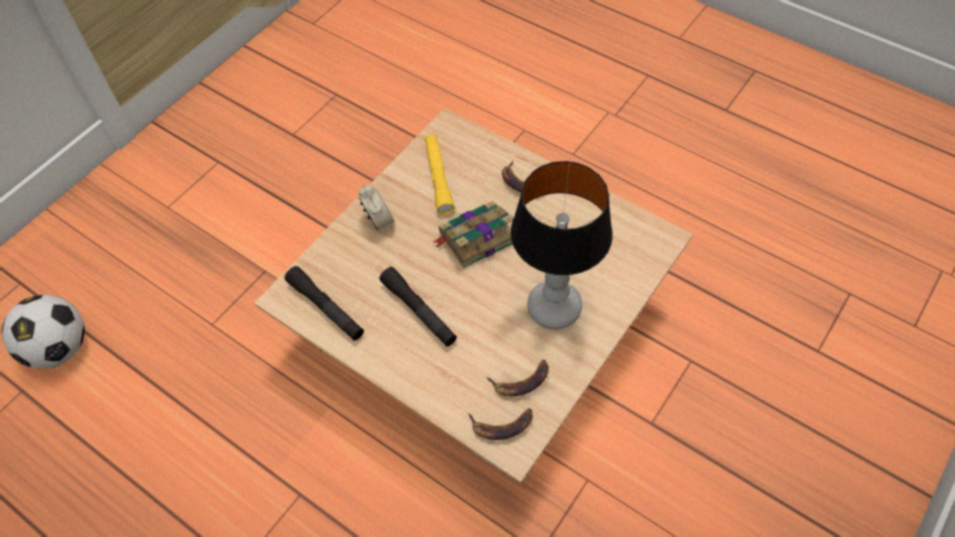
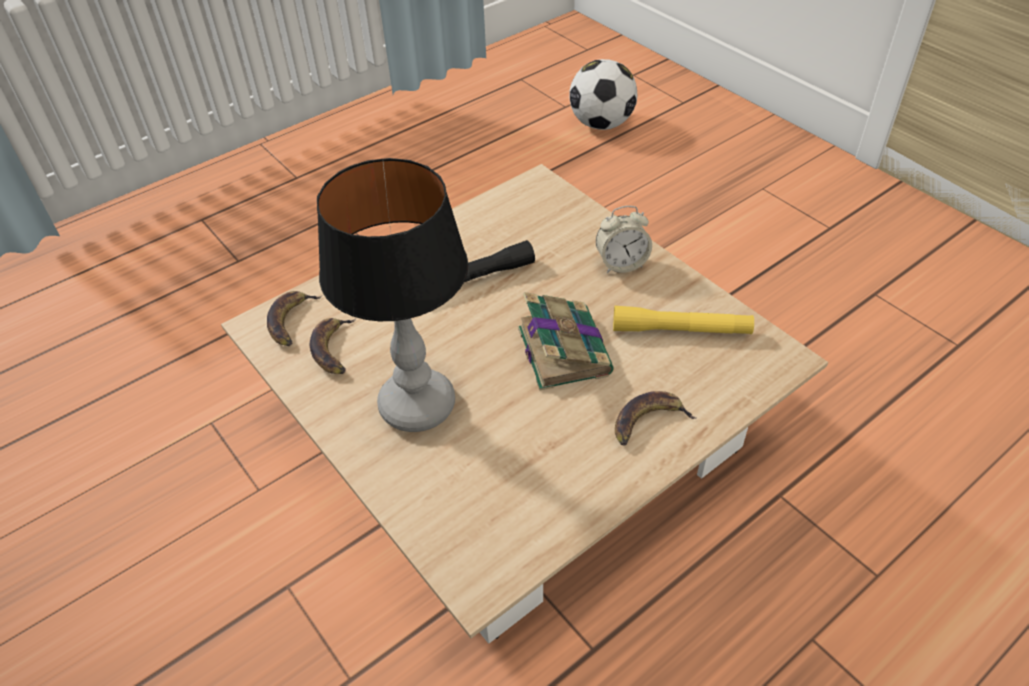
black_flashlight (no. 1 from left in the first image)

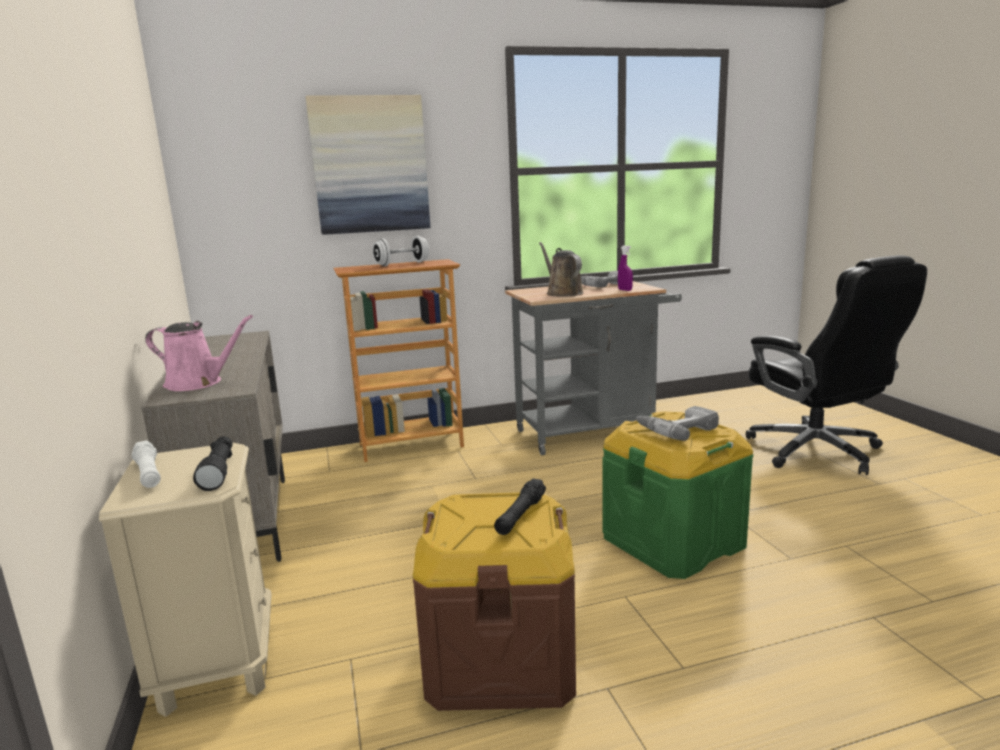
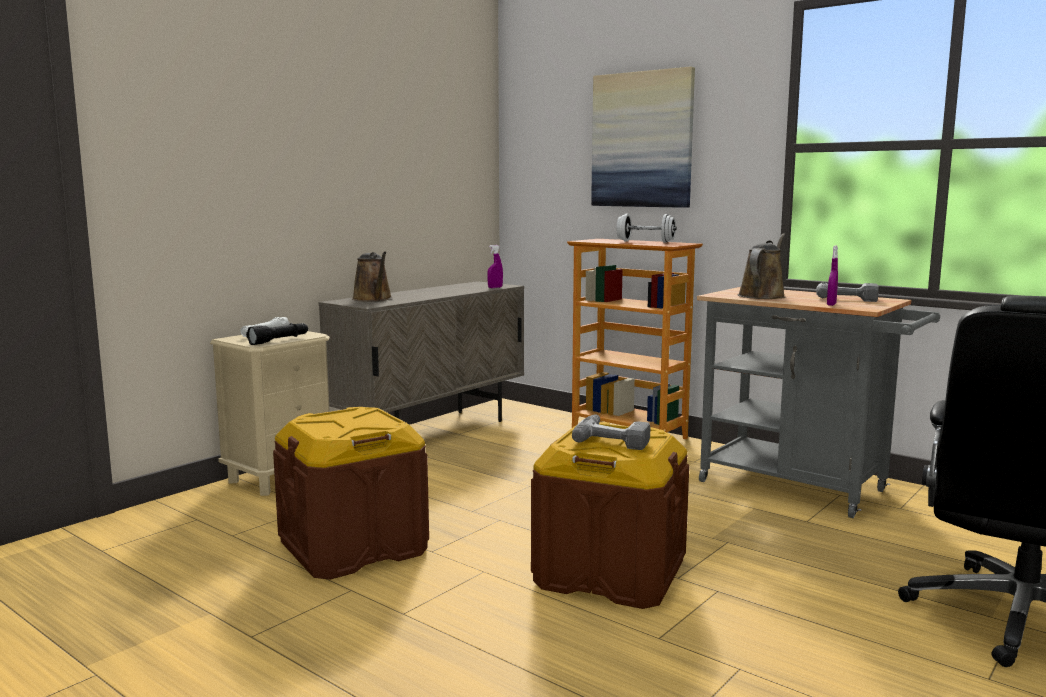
black_flashlight (no. 2 from left in the first image)
purple_spray_bottle (no. 1 from left)
brown_watering_can (no. 1 from left)
brown_storage_box (no. 2 from left)

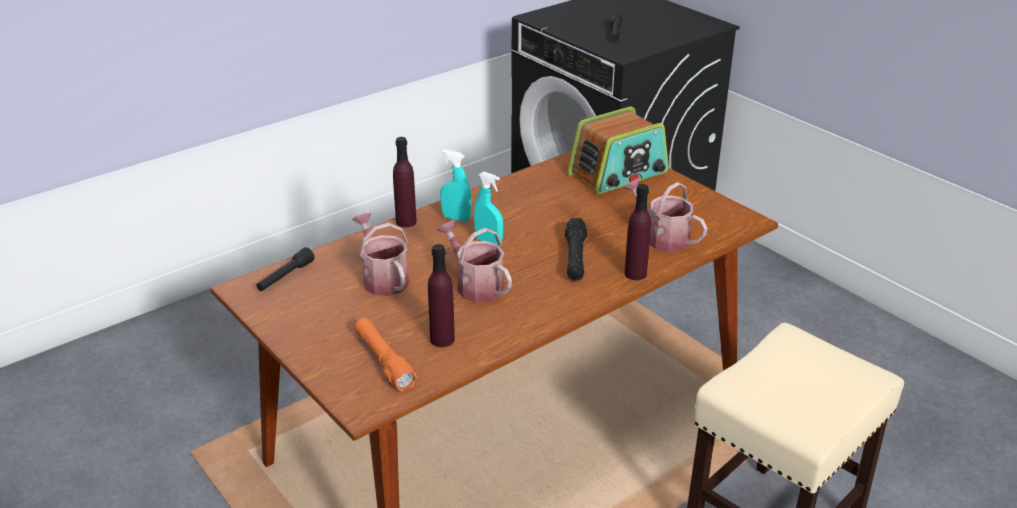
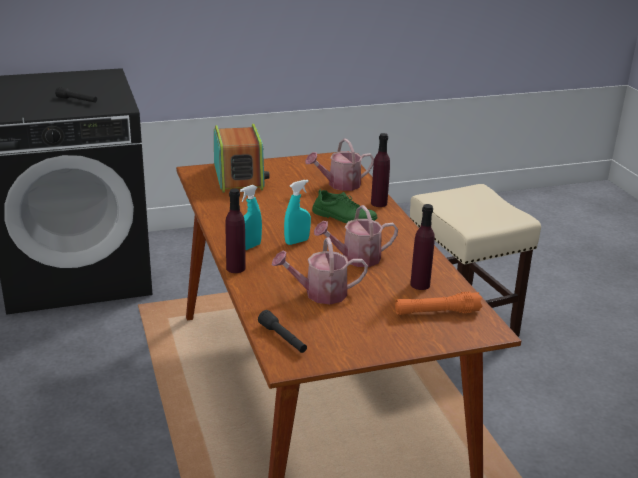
green_shoe

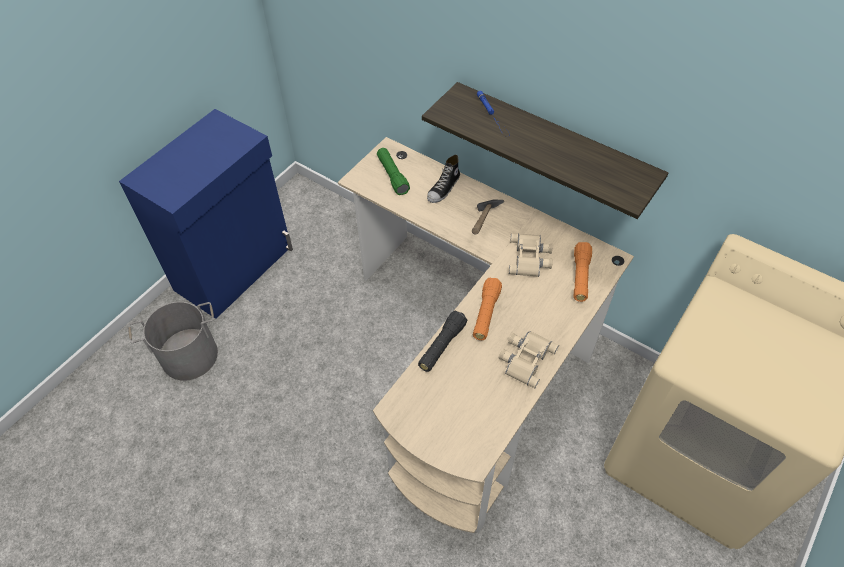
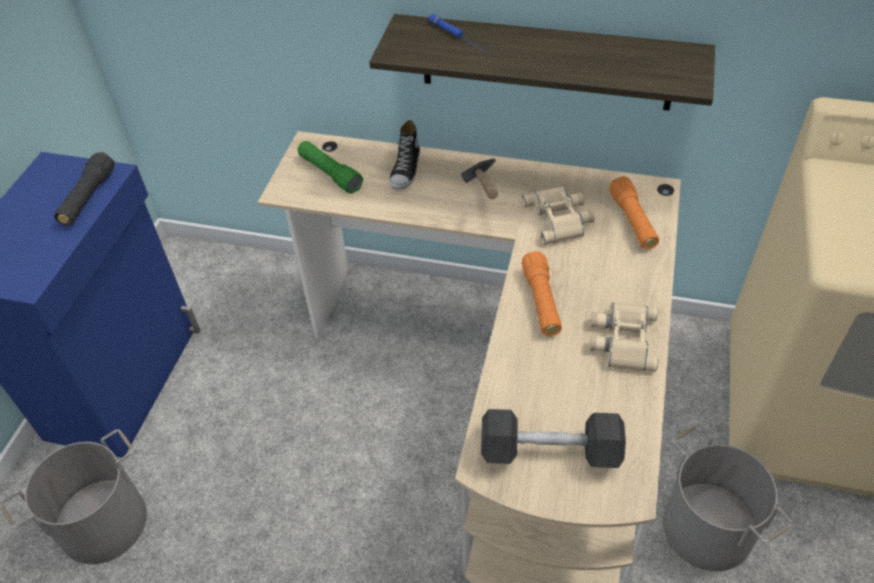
black_dumbbell
grey_bucket (no. 2 from left)
black_flashlight

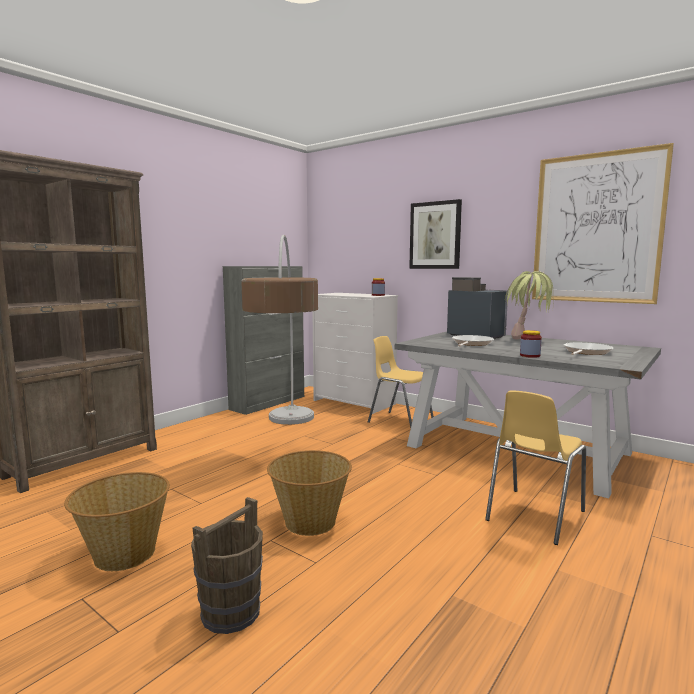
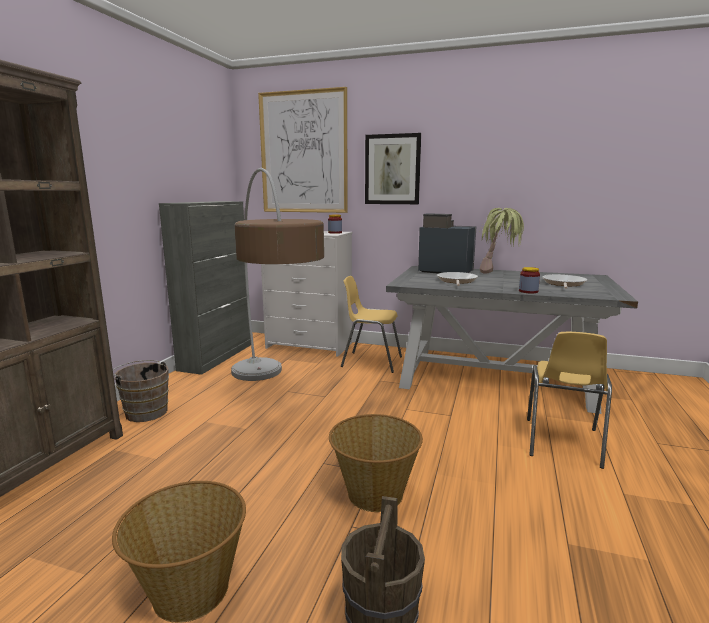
brown_bucket (no. 1 from left)
picture (no. 1 from left)

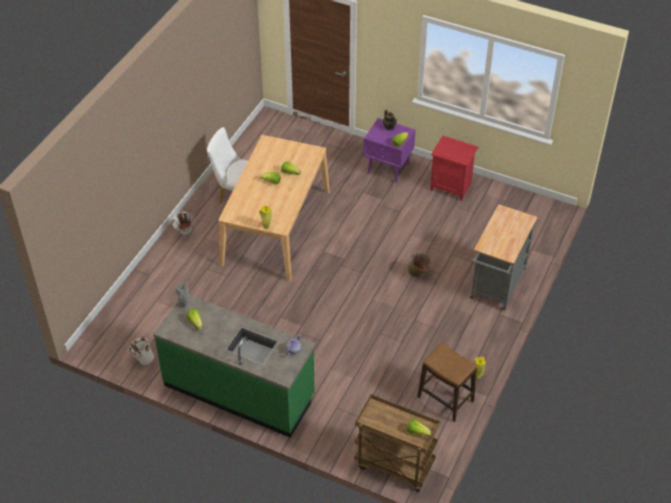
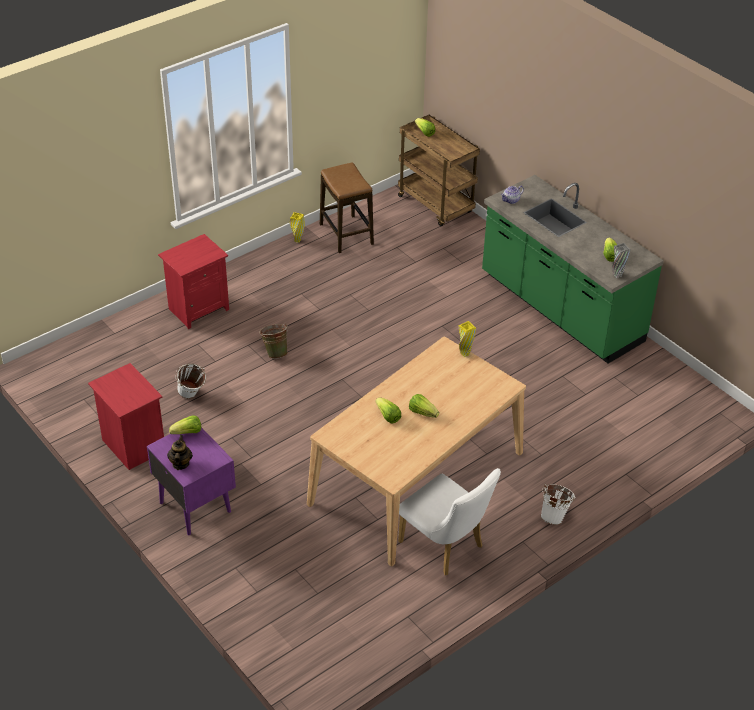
white_bucket (no. 1 from left)
red_nightstand (no. 2 from left)

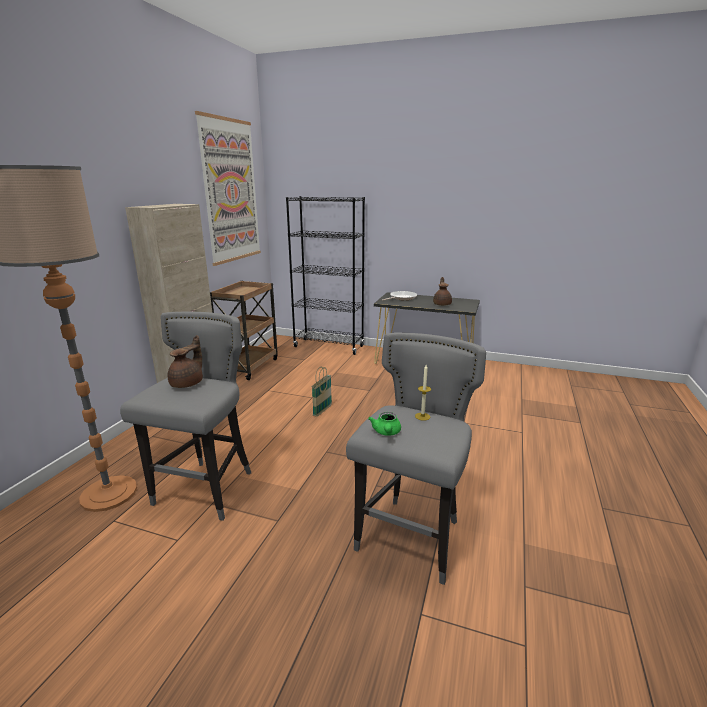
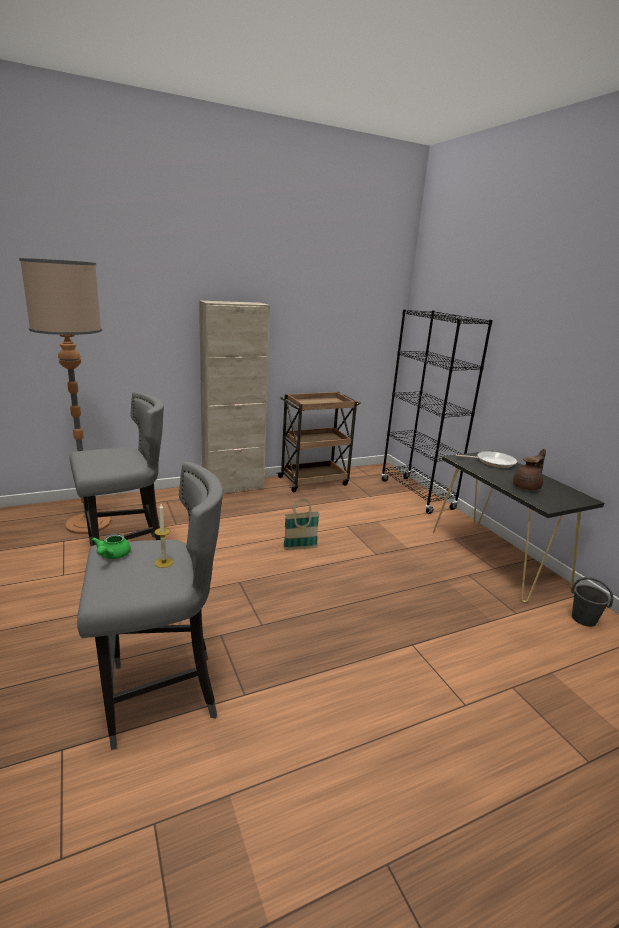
brown_teapot (no. 1 from left in the first image)
picture
grey_bucket
green_teapot

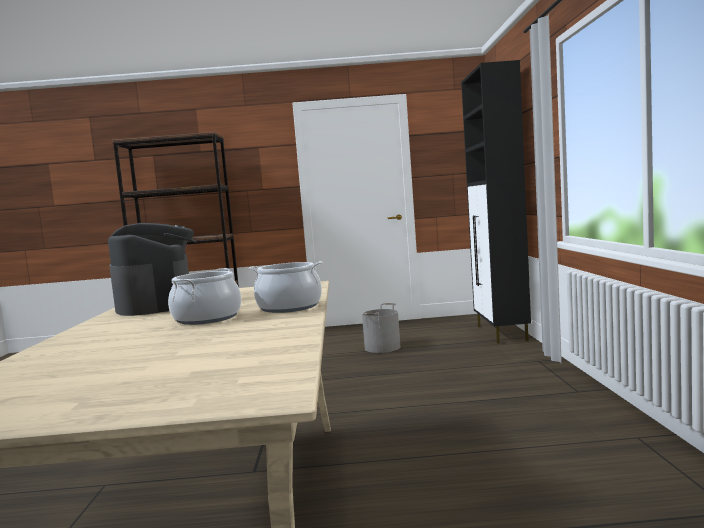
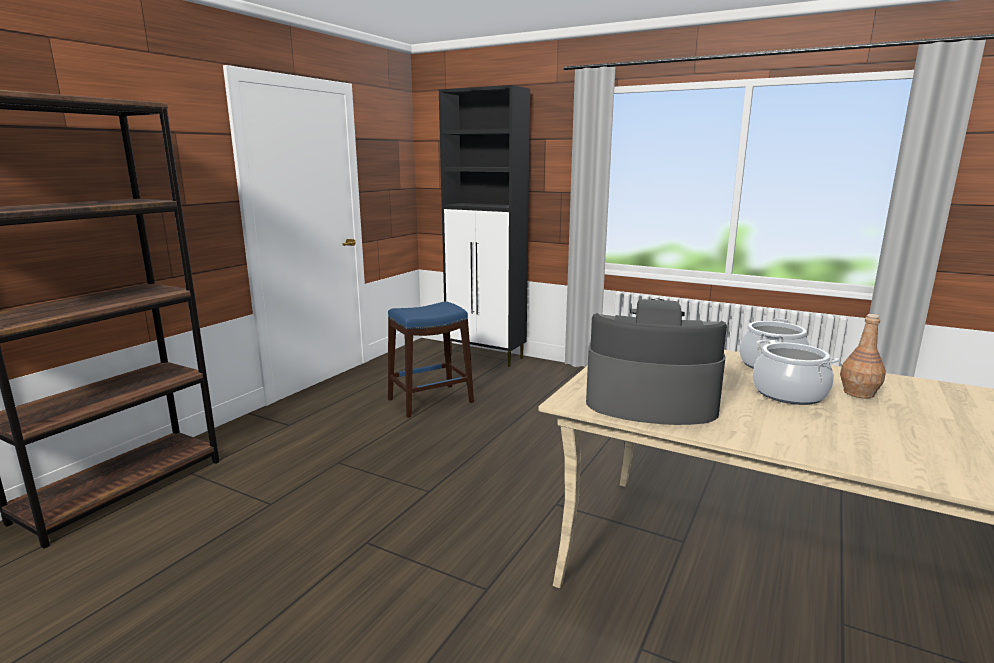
brown_bottle
blue_stool

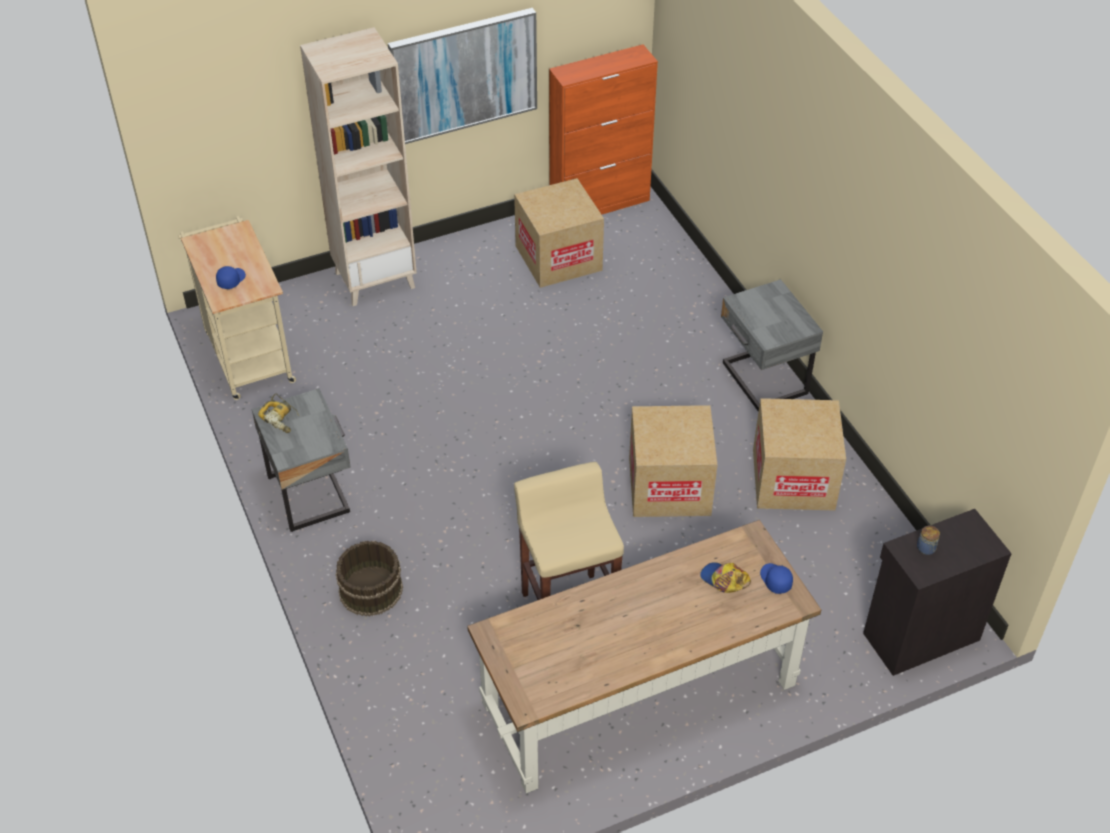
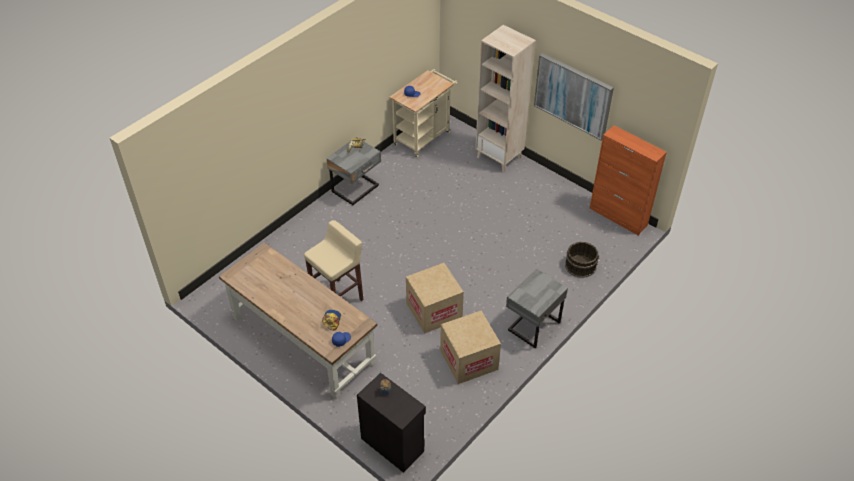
cardboard_box (no. 1 from left in the first image)
brown_bucket

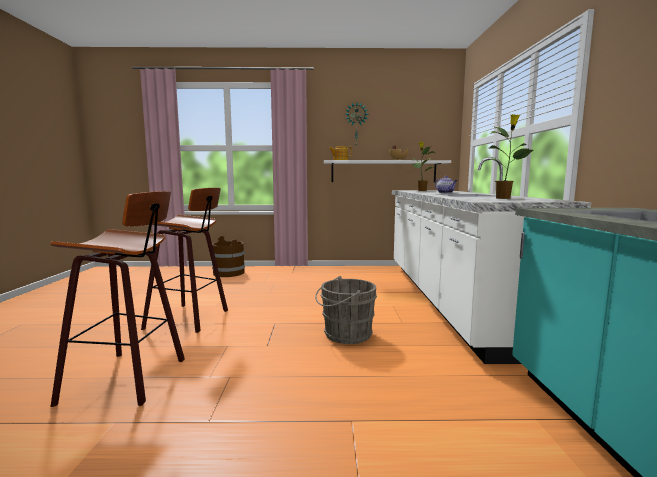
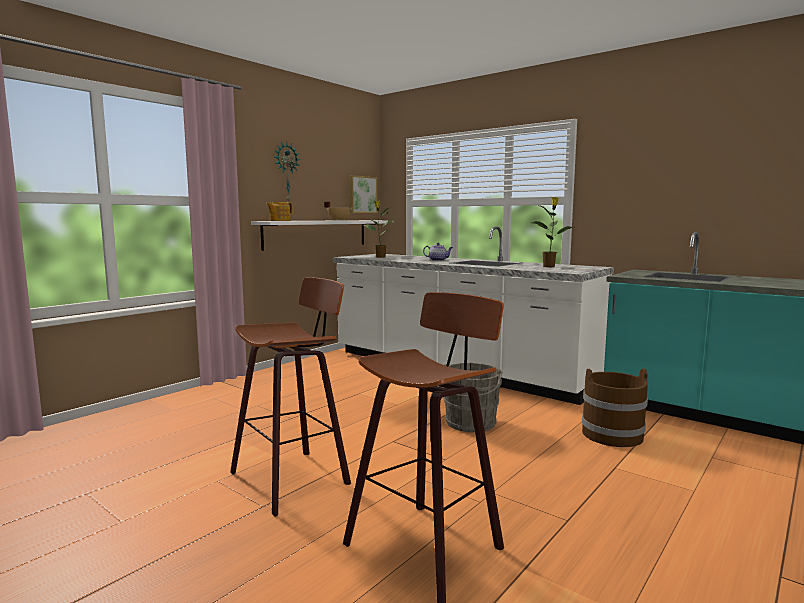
picture
brown_bucket

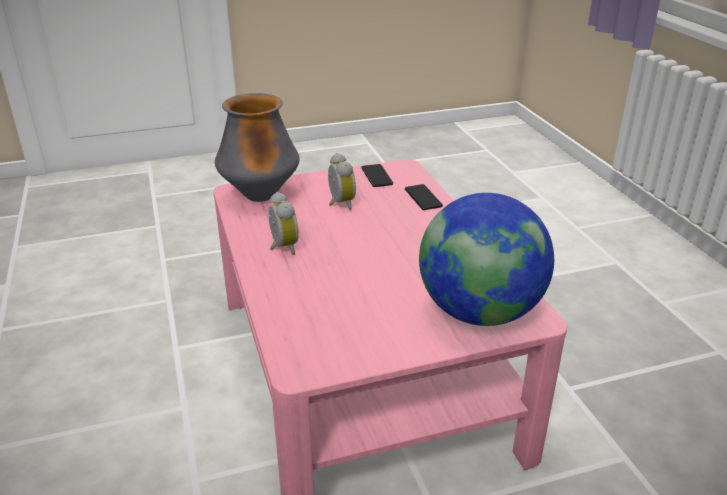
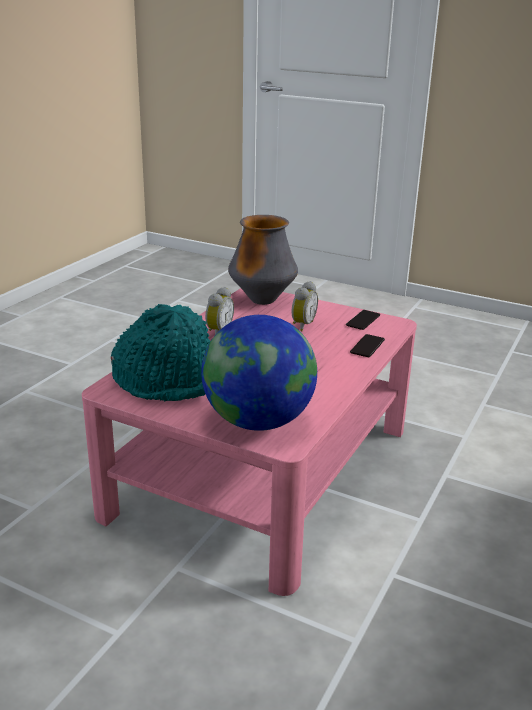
turquoise_hat

